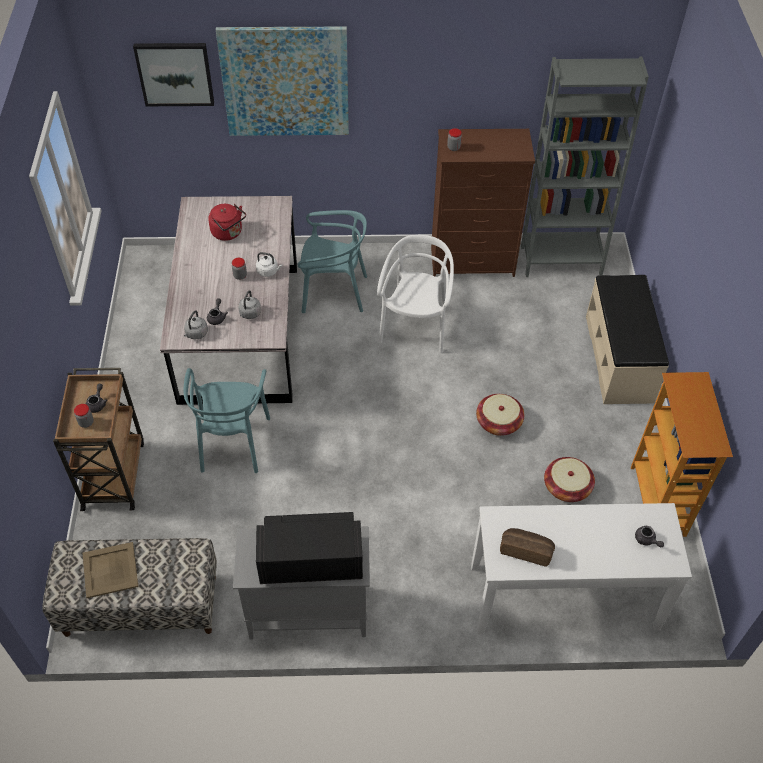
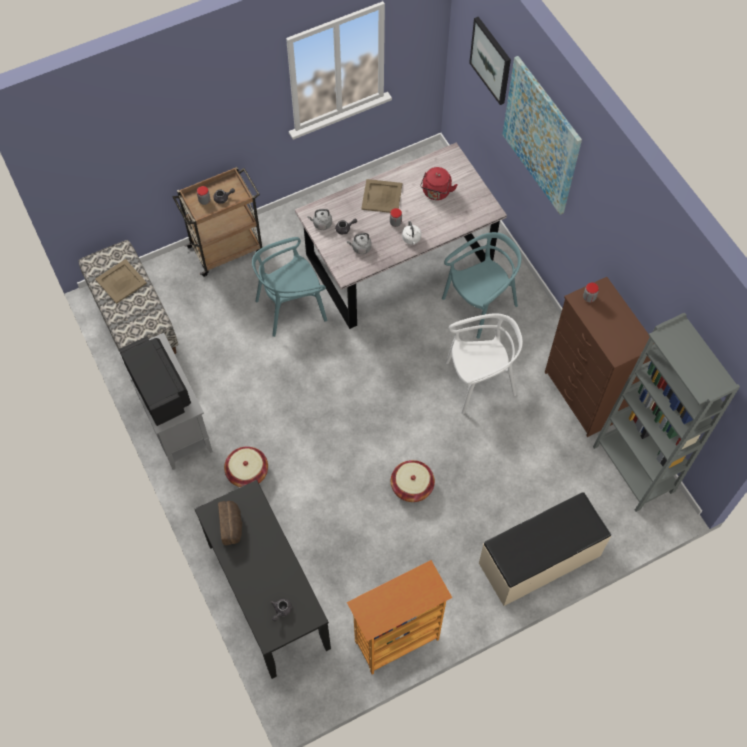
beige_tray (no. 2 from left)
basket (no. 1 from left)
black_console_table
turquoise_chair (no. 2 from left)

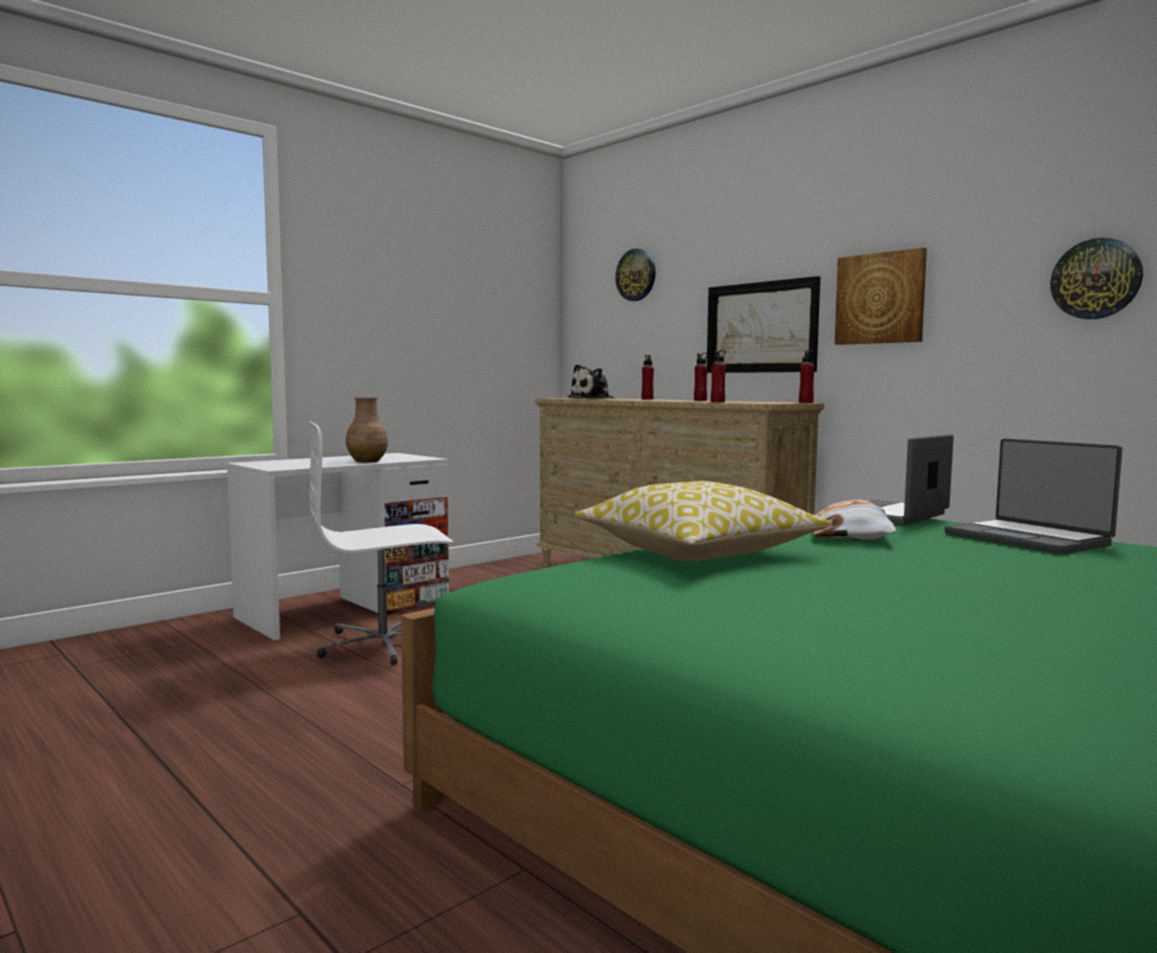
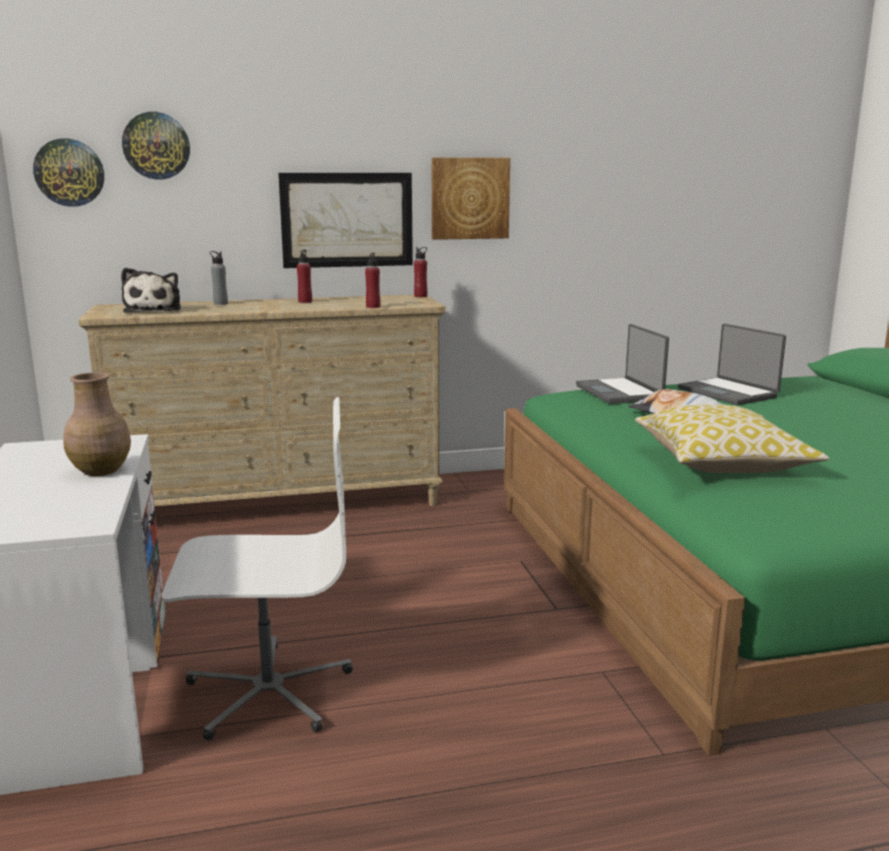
wall_clock (no. 1 from left)
grey_bottle
white_office_chair
laptop (no. 2 from left)

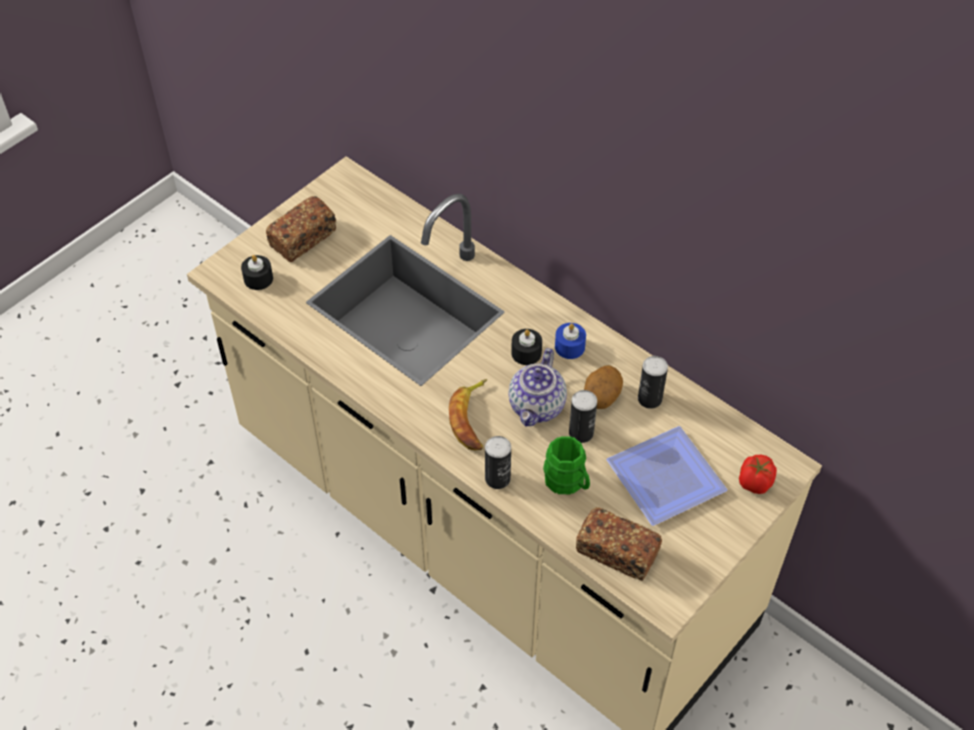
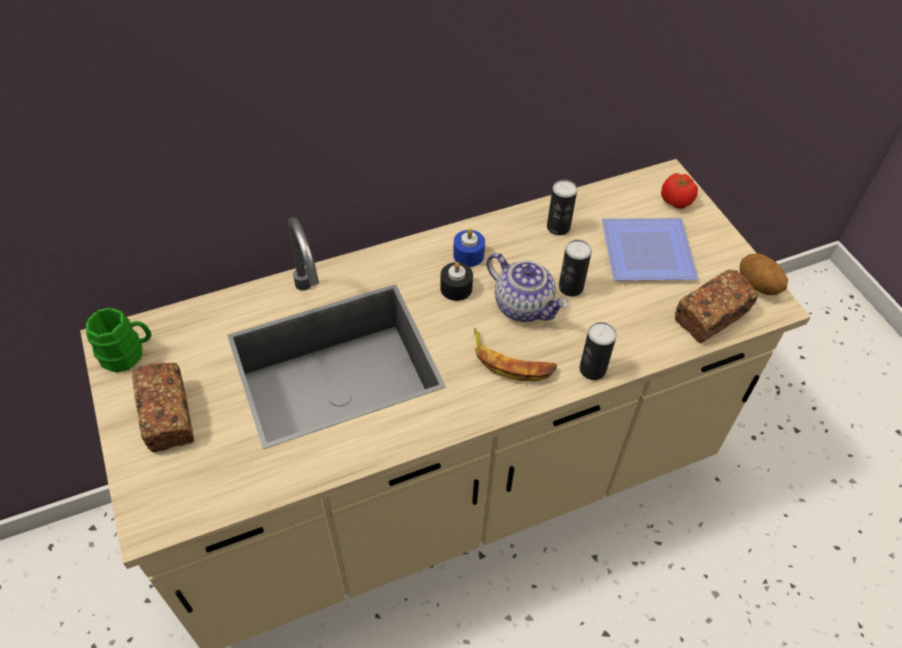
black_candle (no. 1 from left in the first image)
green_mug
potato

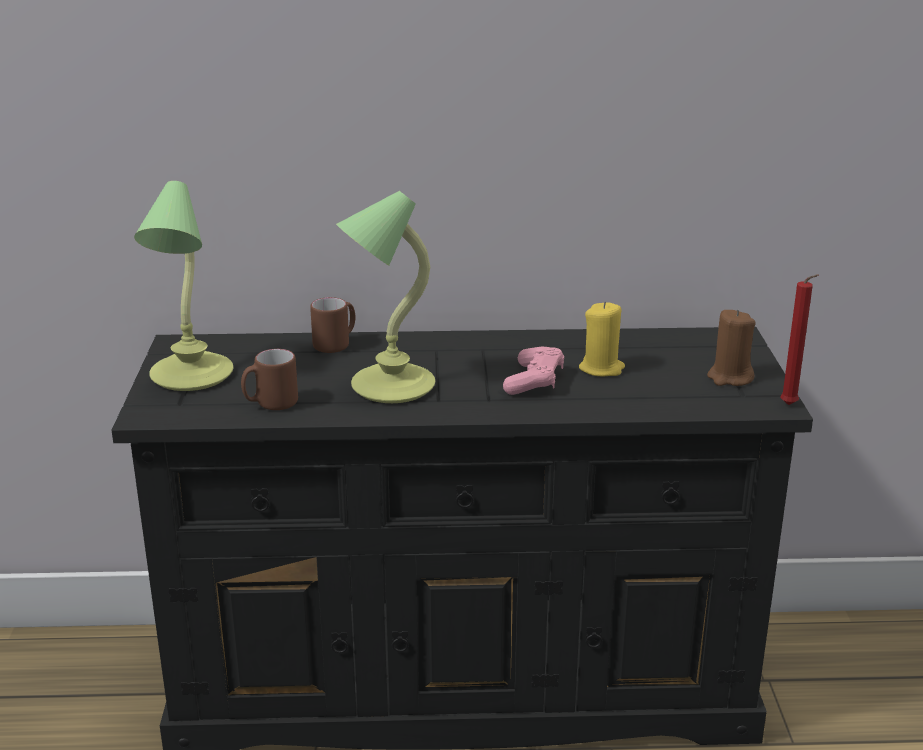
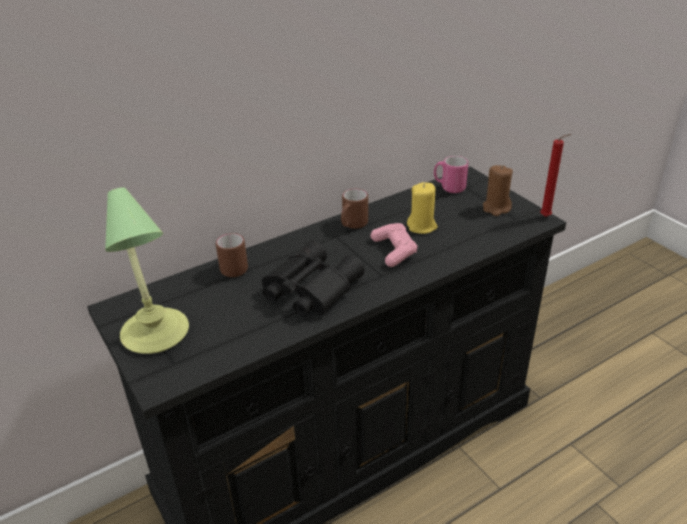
pink_mug
brown_mug (no. 2 from left)
black_binoculars

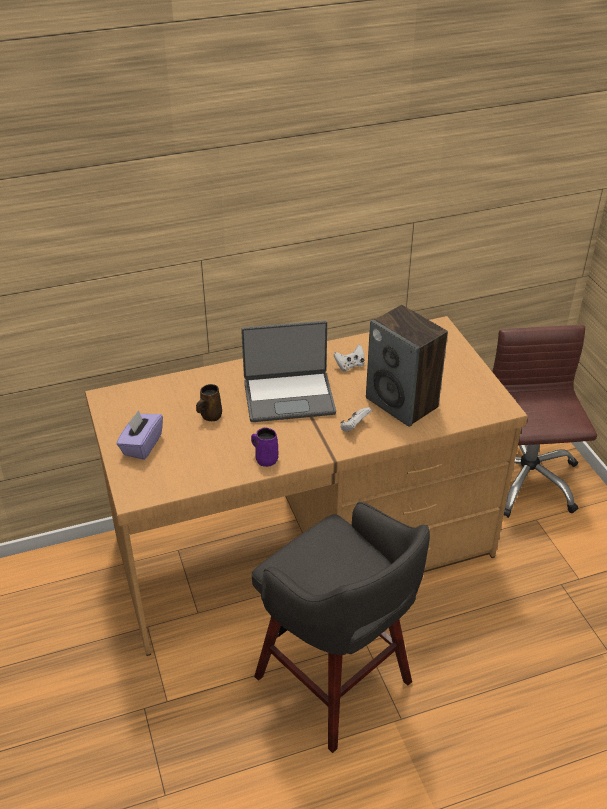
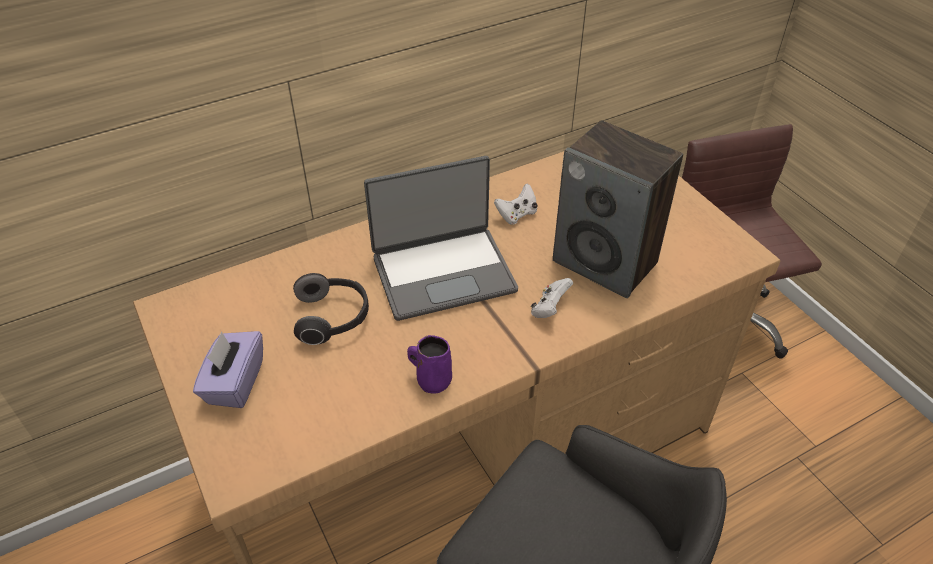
headphones

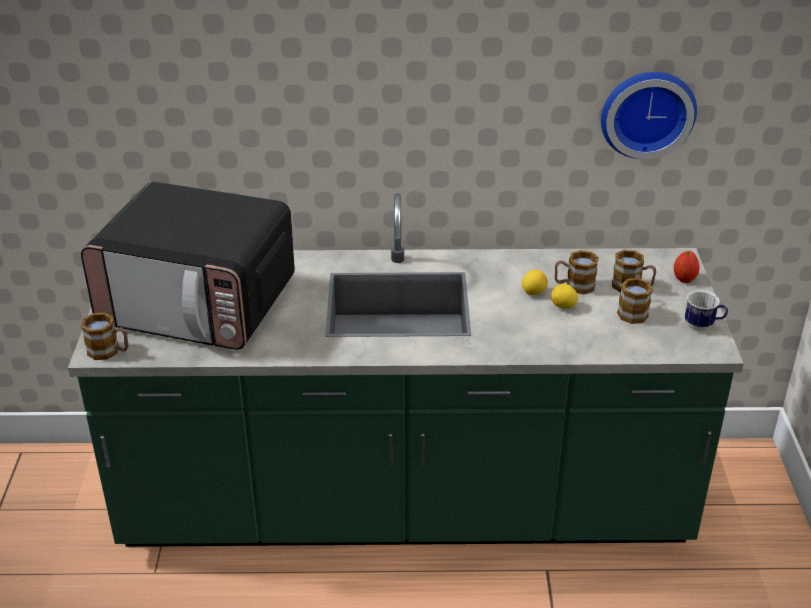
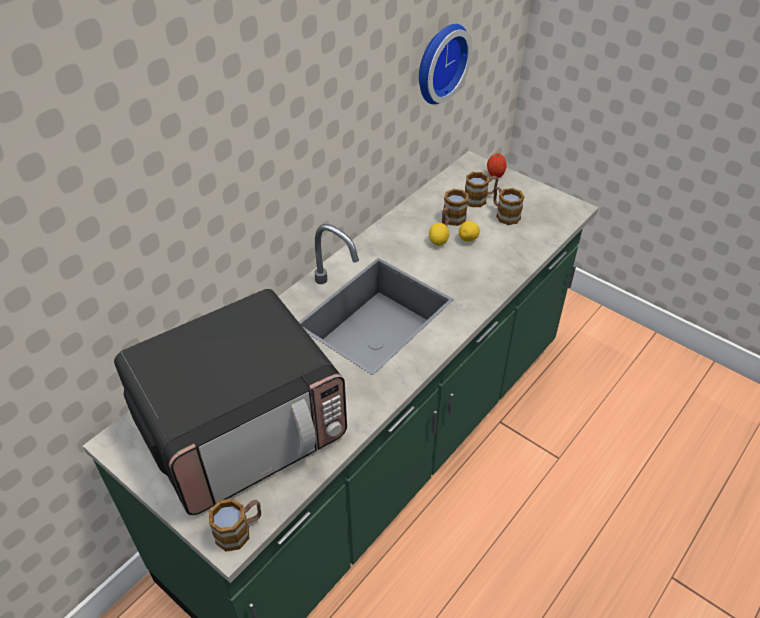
mug (no. 5 from left in the first image)

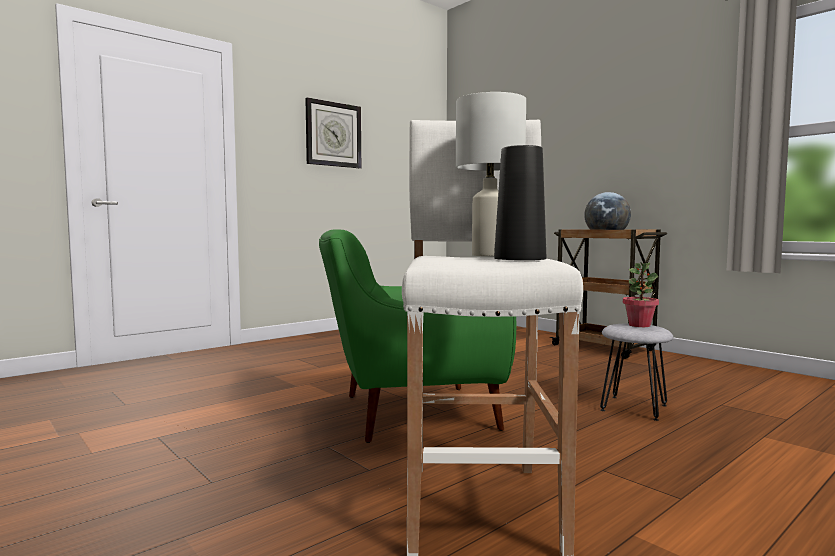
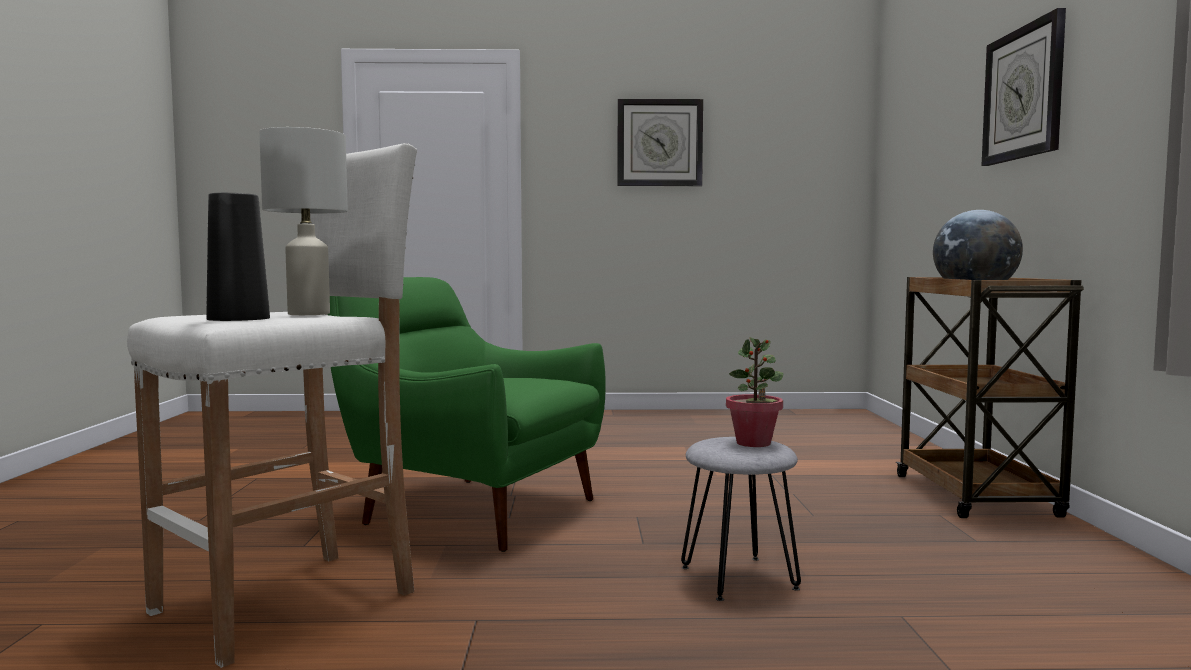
wall_clock (no. 2 from left)

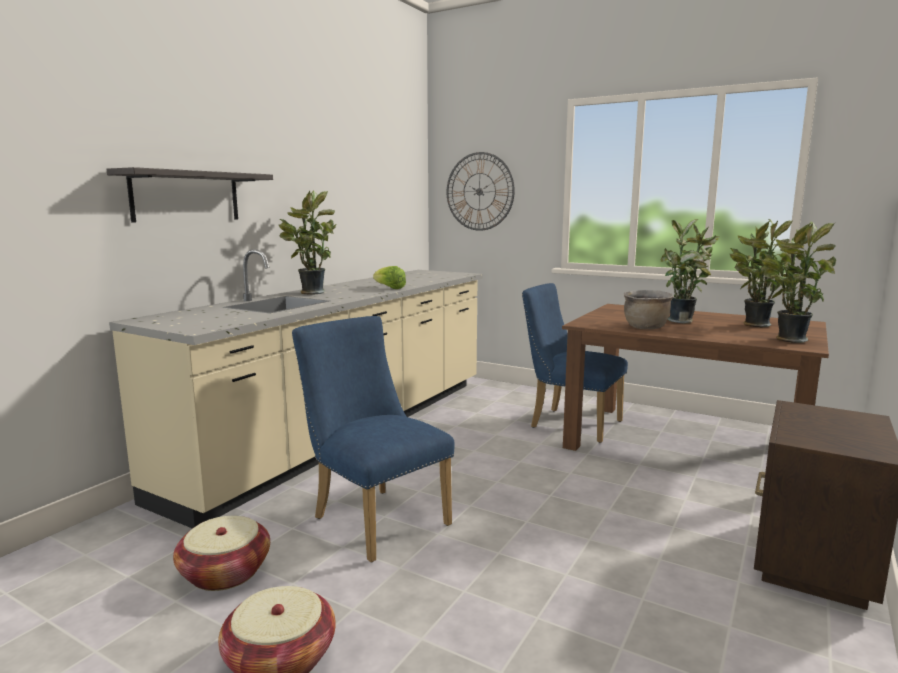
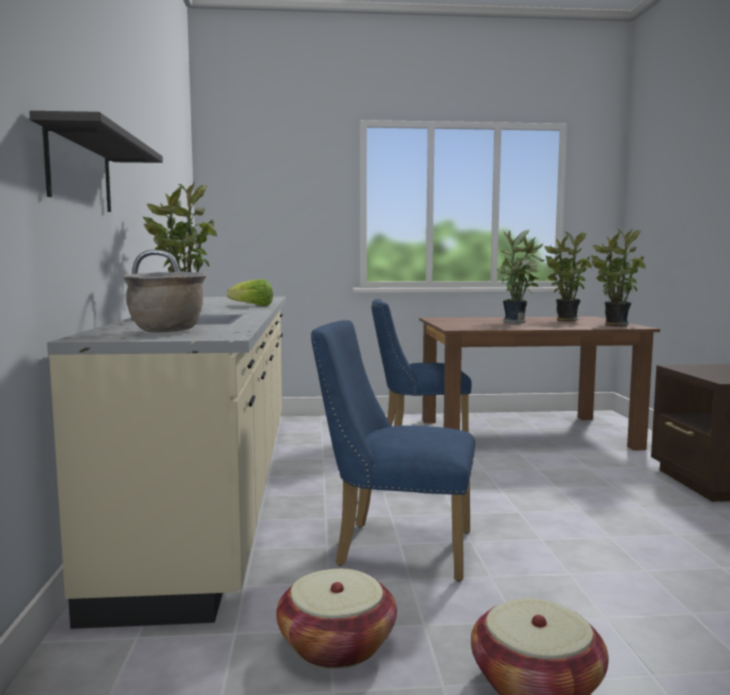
wall_clock
brown_cooking_pot

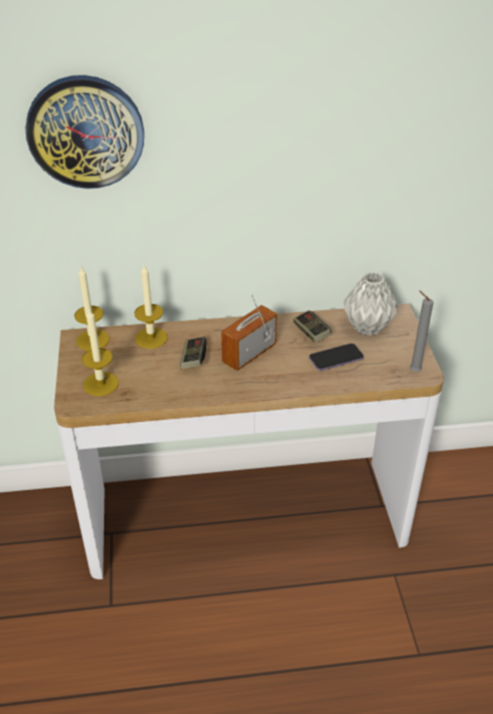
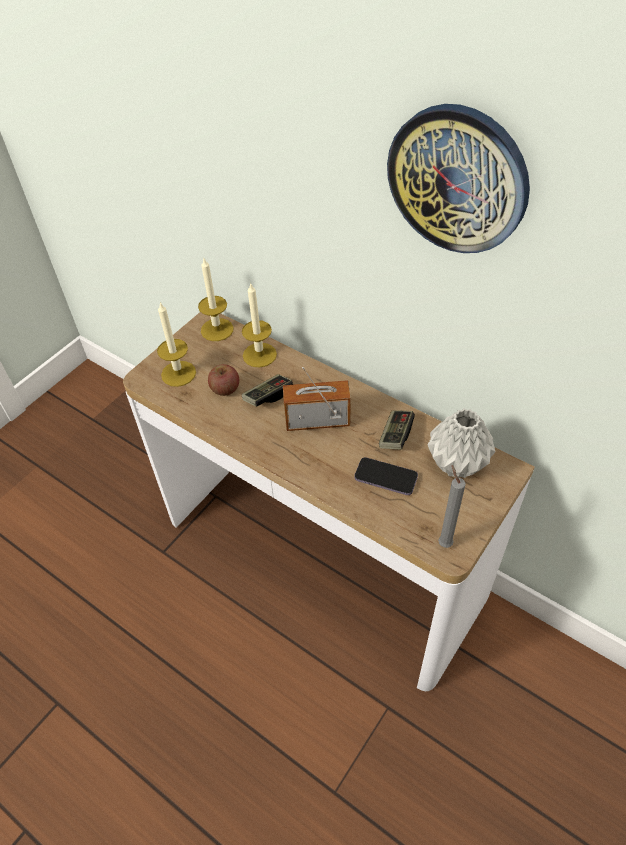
apple
wall_clock

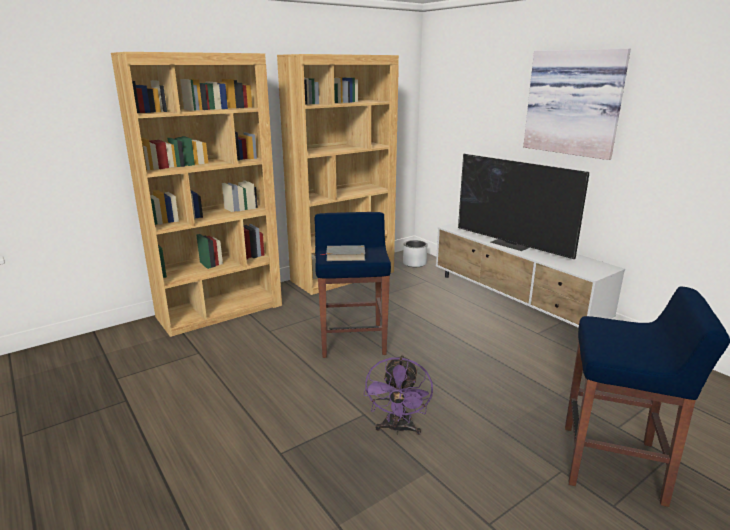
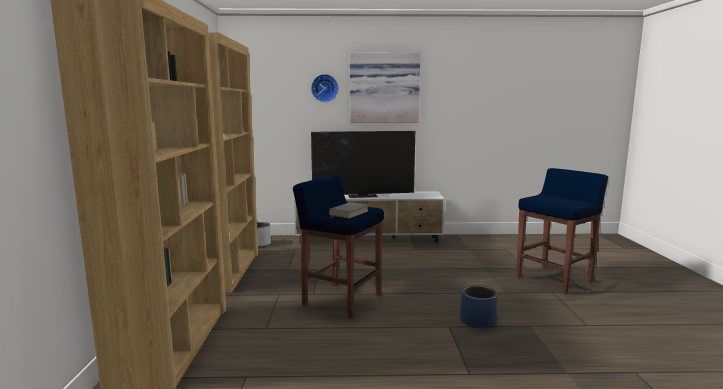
wall_clock
blue_planter

